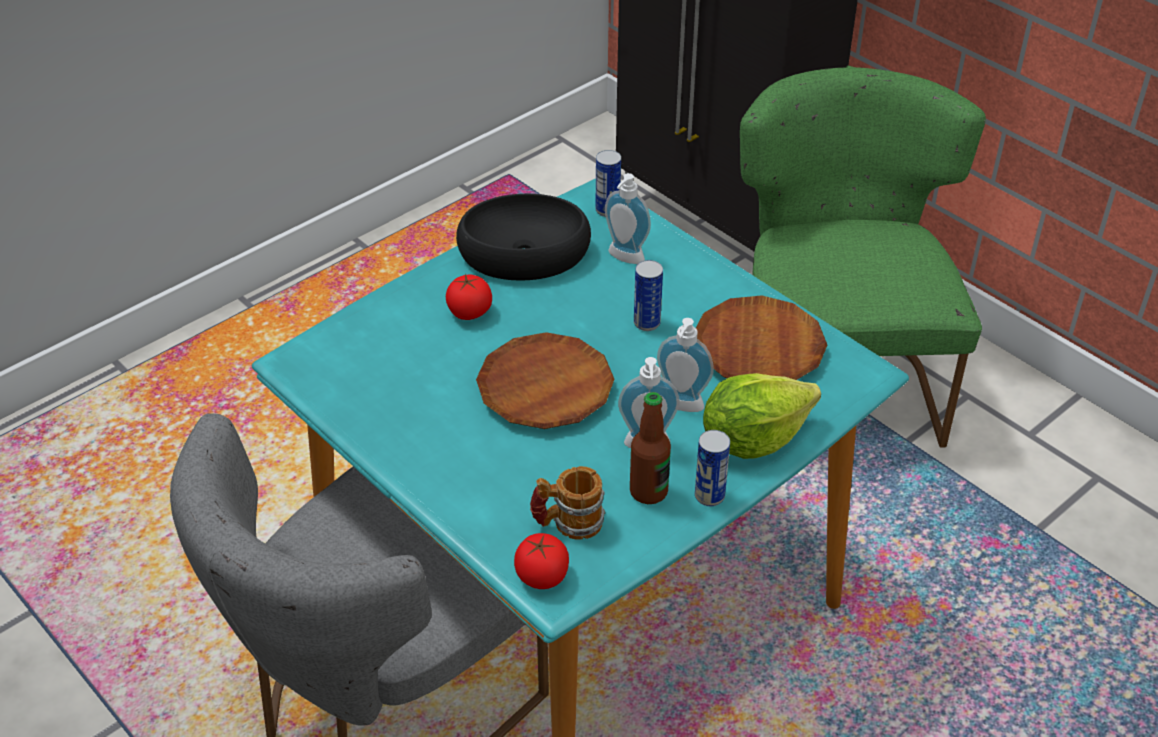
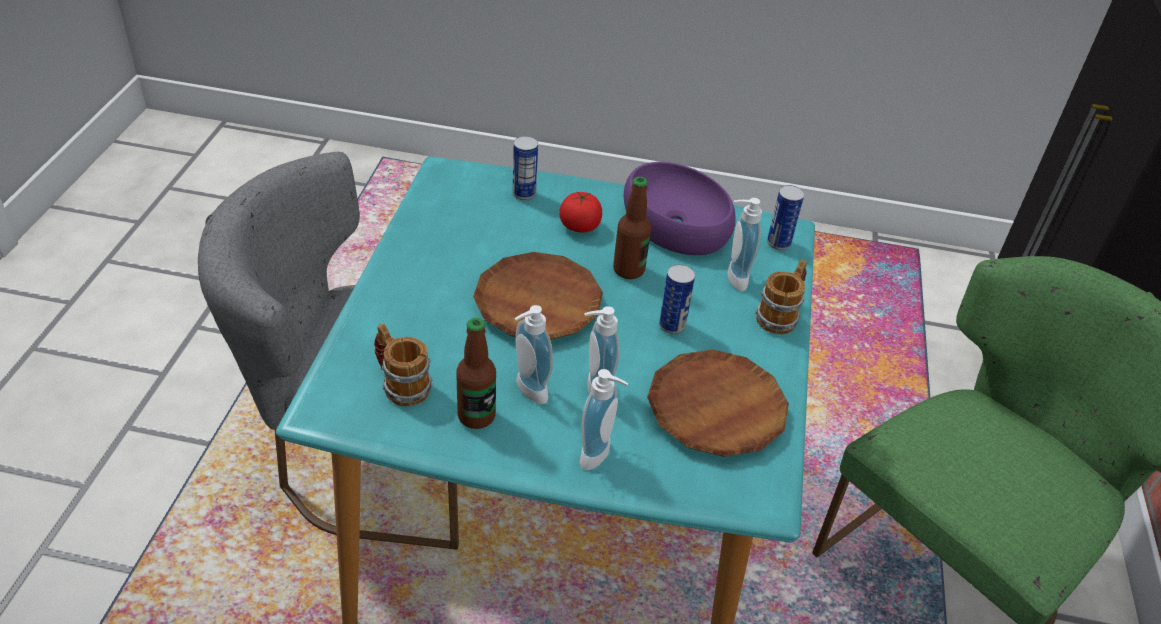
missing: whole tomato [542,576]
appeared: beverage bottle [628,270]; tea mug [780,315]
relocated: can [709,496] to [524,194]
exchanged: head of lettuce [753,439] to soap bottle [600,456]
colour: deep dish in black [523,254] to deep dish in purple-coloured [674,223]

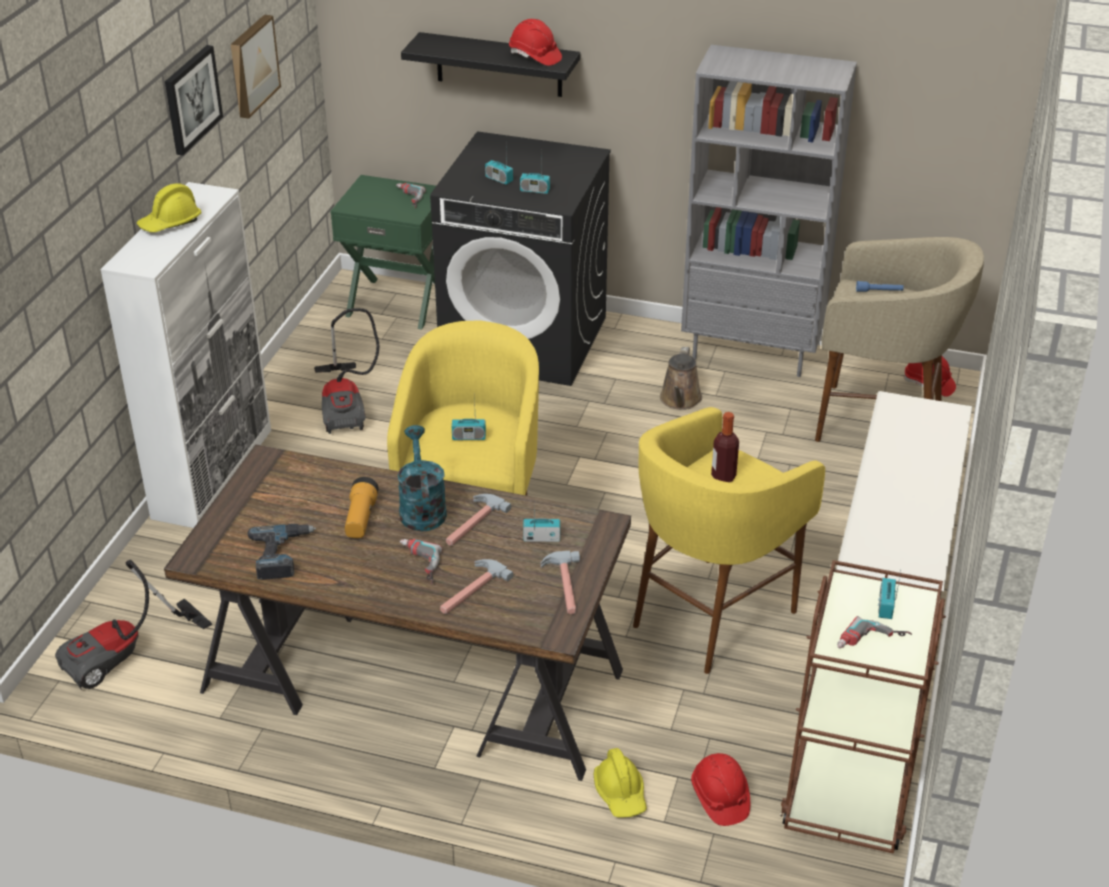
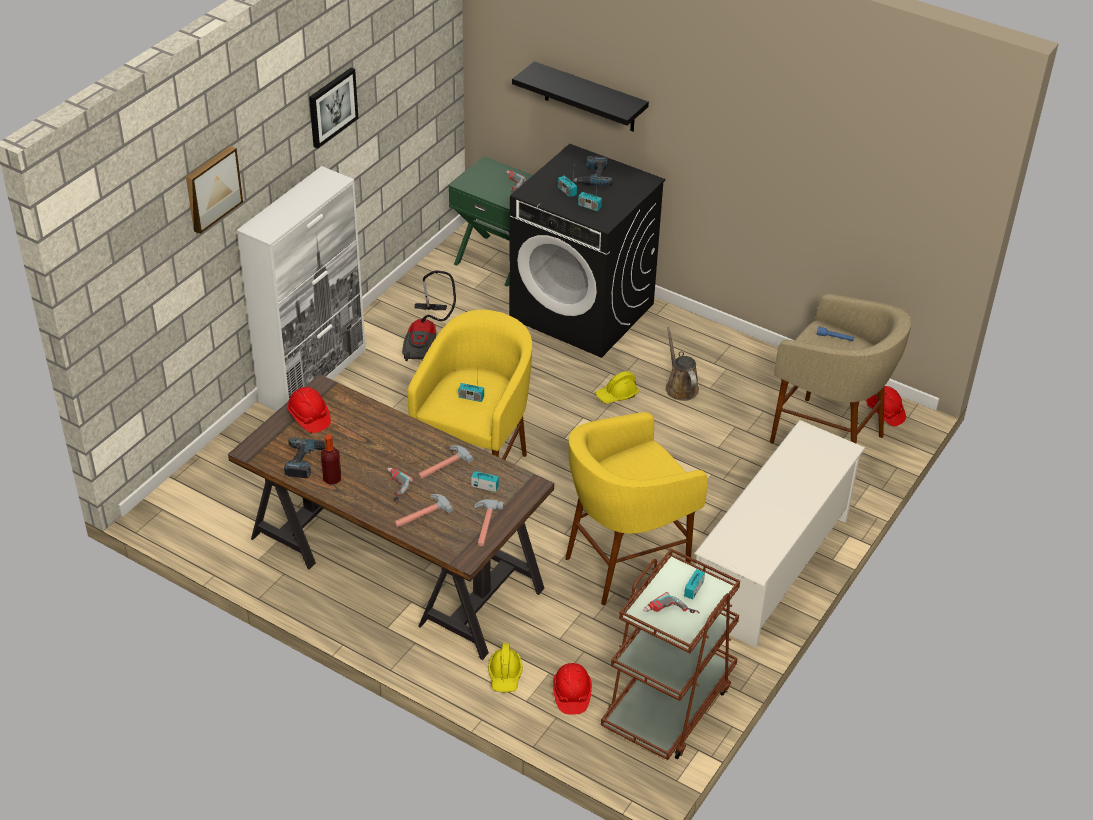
missing: hoover [126,656]; flashlight [361,518]; watering pot in turquoise [421,508]; bookshelf in greyish [752,353]
appeared: electric drill [592,176]
relocated: hard hat in yellow-coloured [170,223] to [617,395]; wall art [252,65] to [212,188]; hard hat in red [534,56] to [309,417]; beverage bottle [723,476] to [332,479]
spun: watering pot in brownish [680,400] = [680,387] 135 degrees clockwise

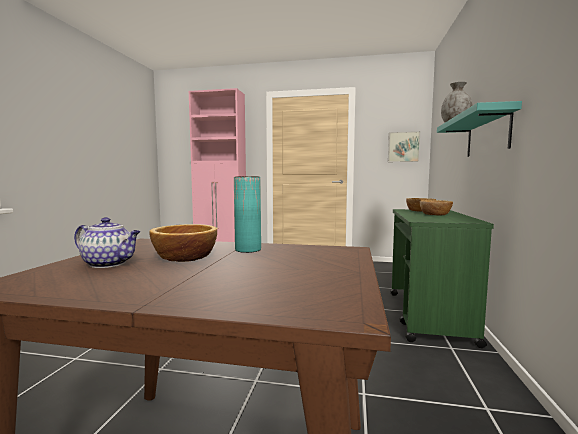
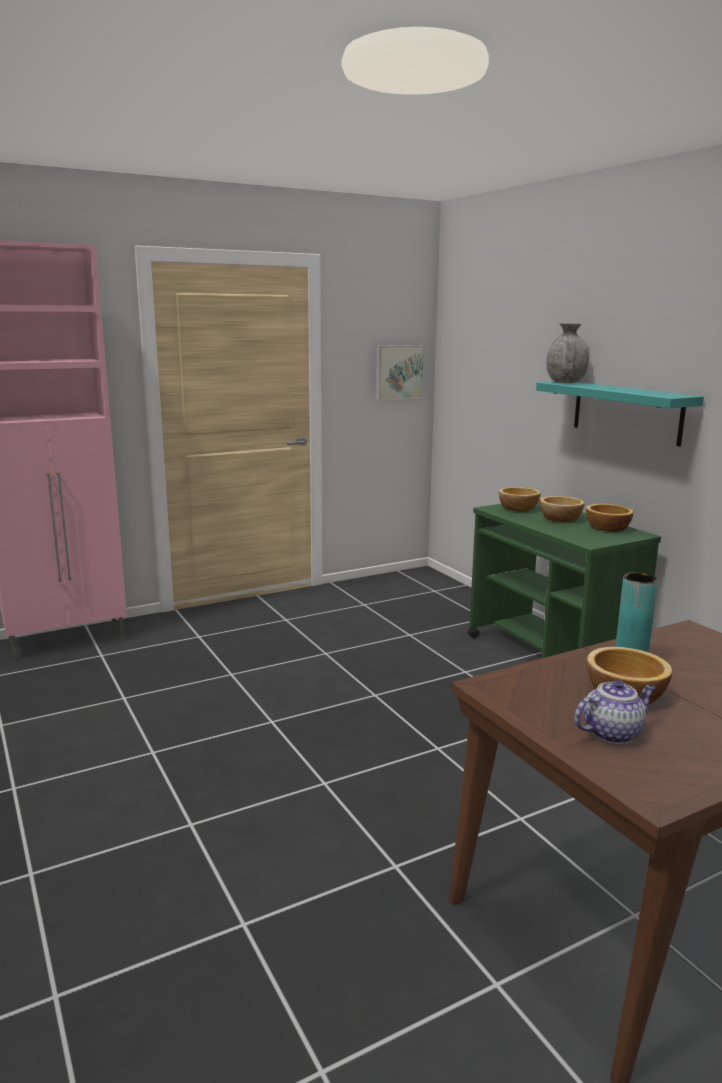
appeared: deep dish [606,528]

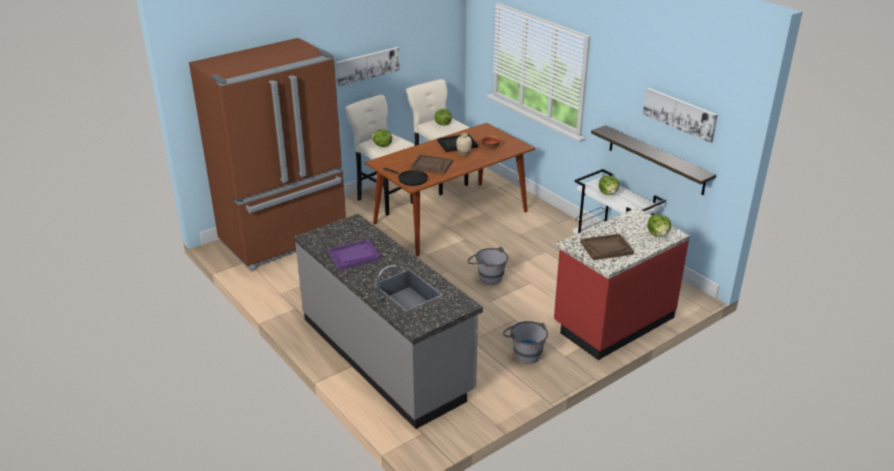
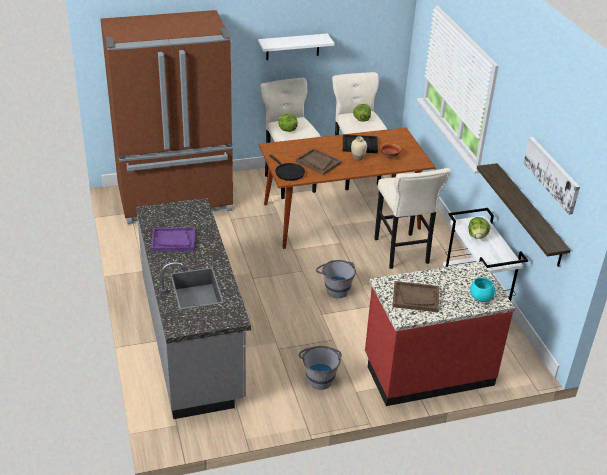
appeared: sitting stool in sand-coloured [402,253]
exchanged: wall art [367,65] to wall shelf in whitish [292,46]; head of lettuce [658,234] to deep dish in turquoise [481,297]

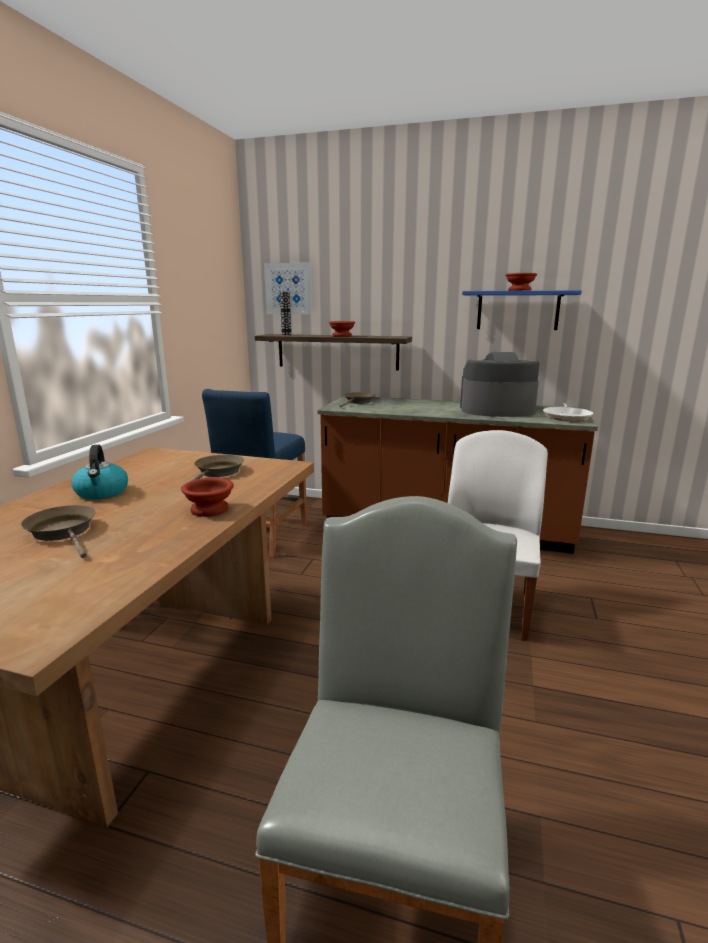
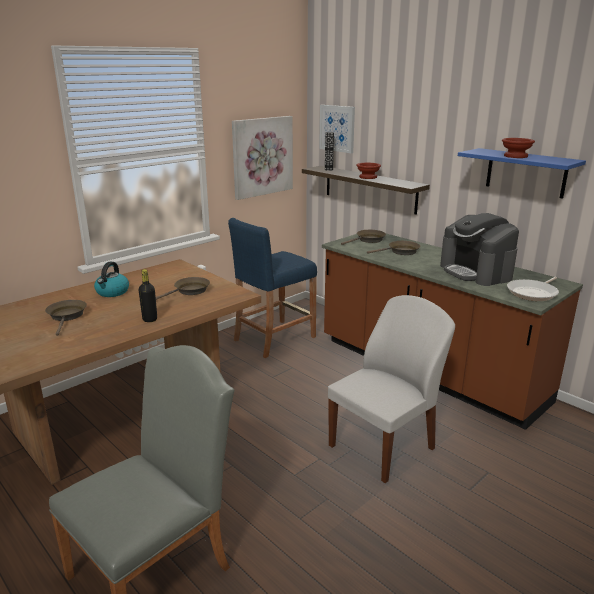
appeared: wall art [262,156]; skillet in brownish [401,252]
exchanged: deep dish in brownish [209,509] to beverage bottle in black [150,319]
spun: coffee maker [496,410] = [476,272] 150 degrees counterclockwise

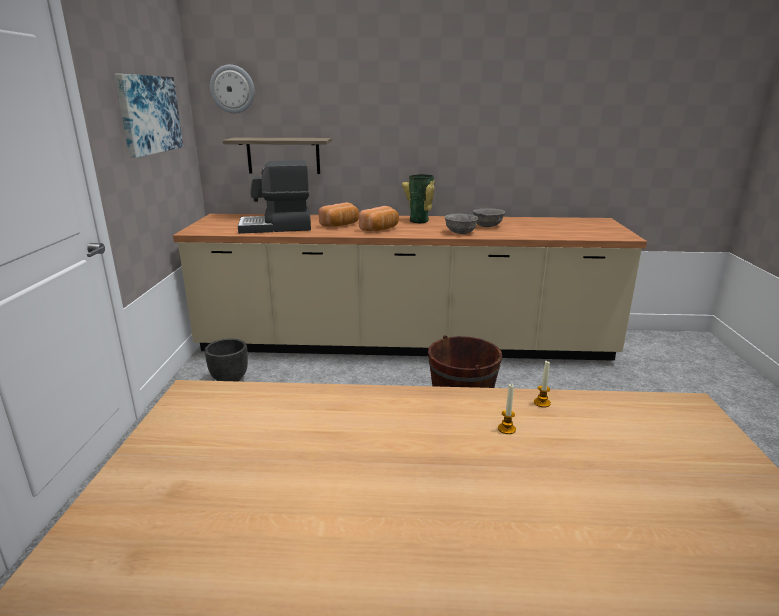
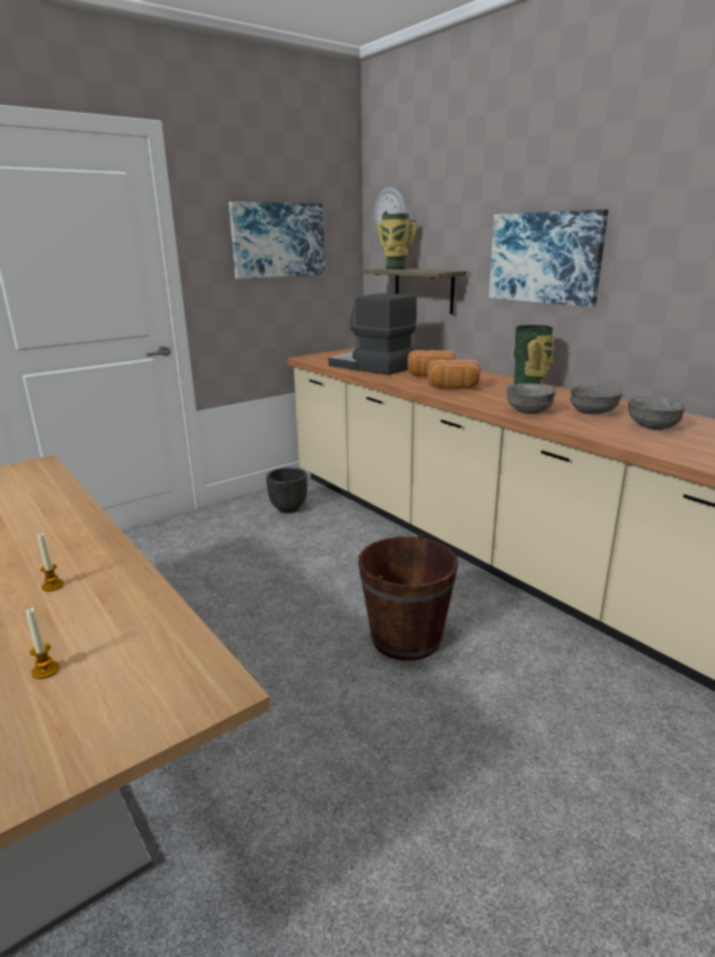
appeared: vase [394,268]; wall art [545,258]; deep dish in greyish [652,426]
relocated: wax light [542,403] to [45,670]

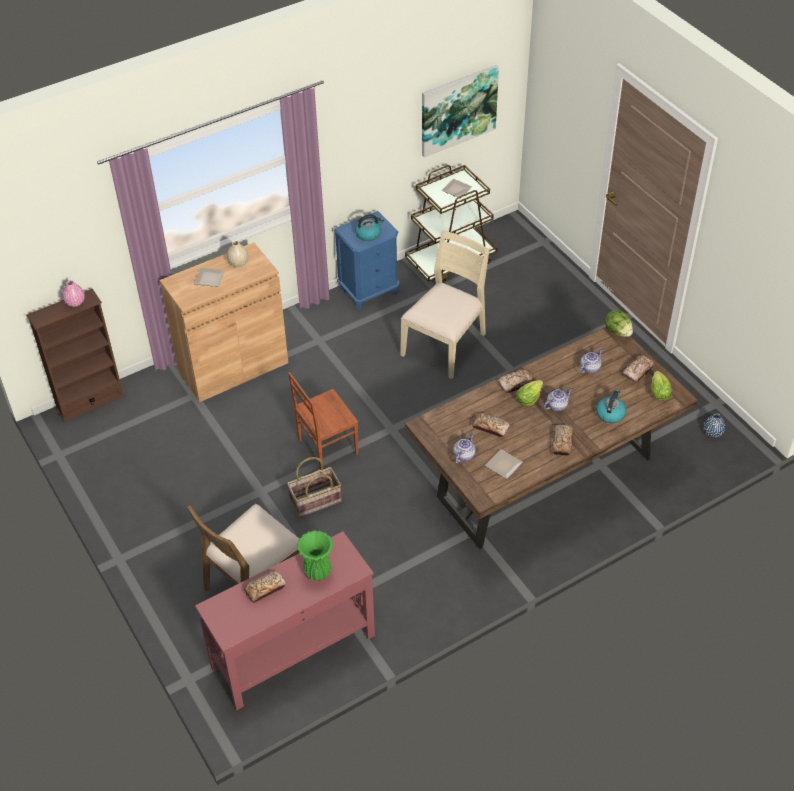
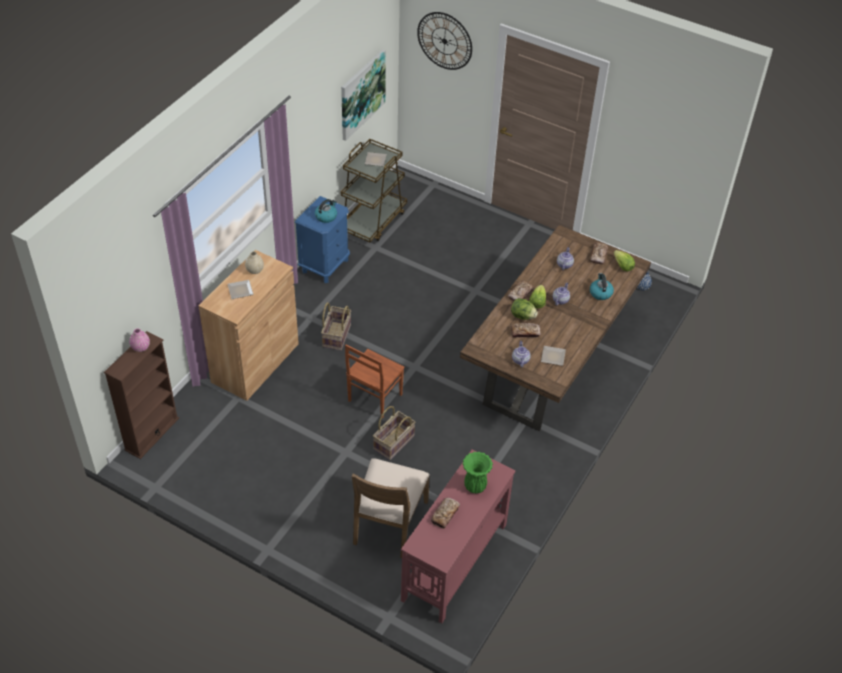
missing: plain chair in sand-coloured [445,345]; bread [562,442]
appeared: household basket [336,336]; clock on the wall [444,41]
relocated: head of lettuce [618,332] to [522,316]

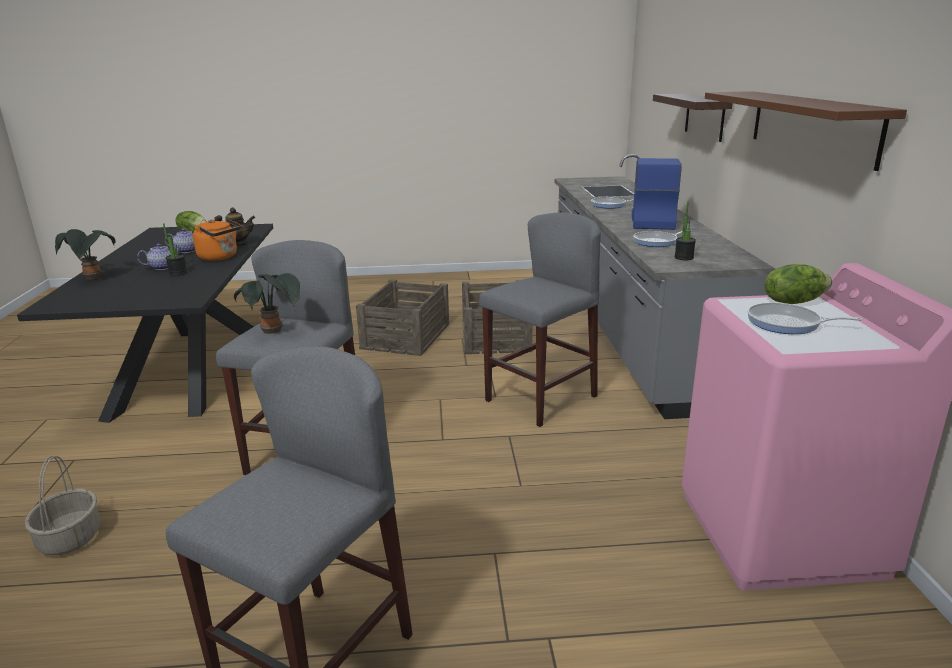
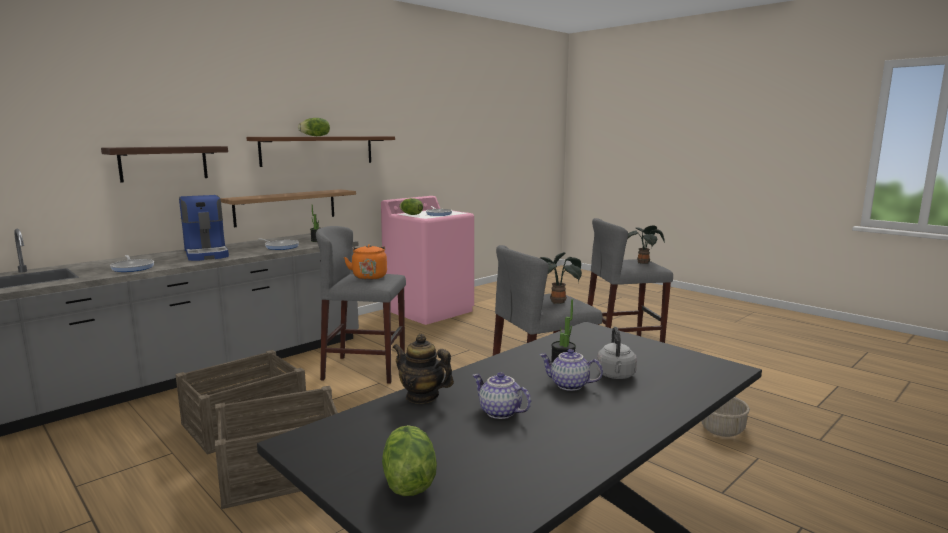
appeared: wall shelf [286,207]; head of lettuce [315,136]; water kettle in greyish [616,376]
relocated: potted plant [93,278] to [643,262]; water kettle in orange [220,257] to [369,276]
spun: coffee maker [651,221] = [207,253] 90 degrees counterclockwise

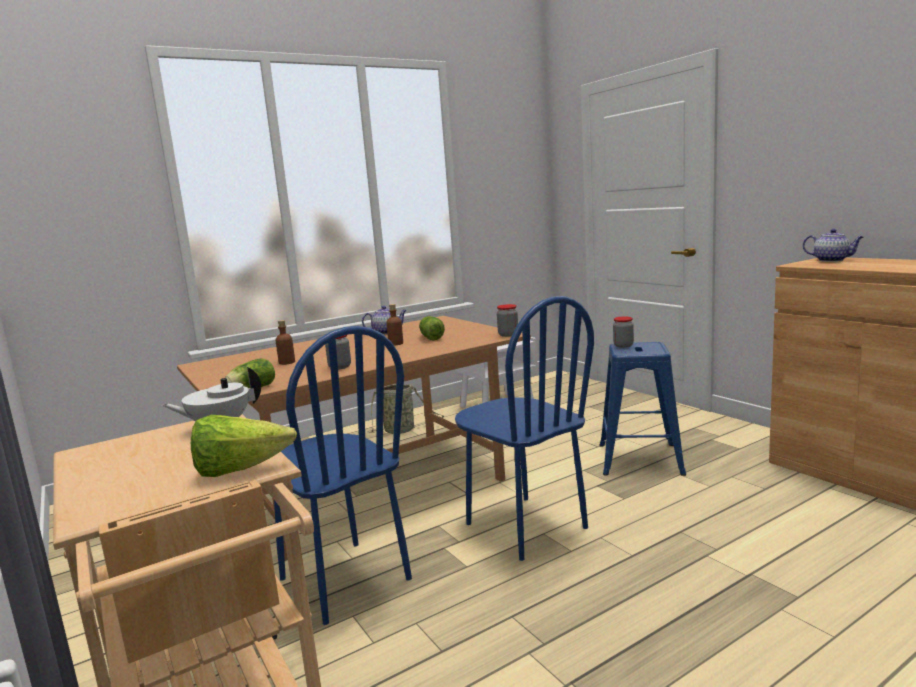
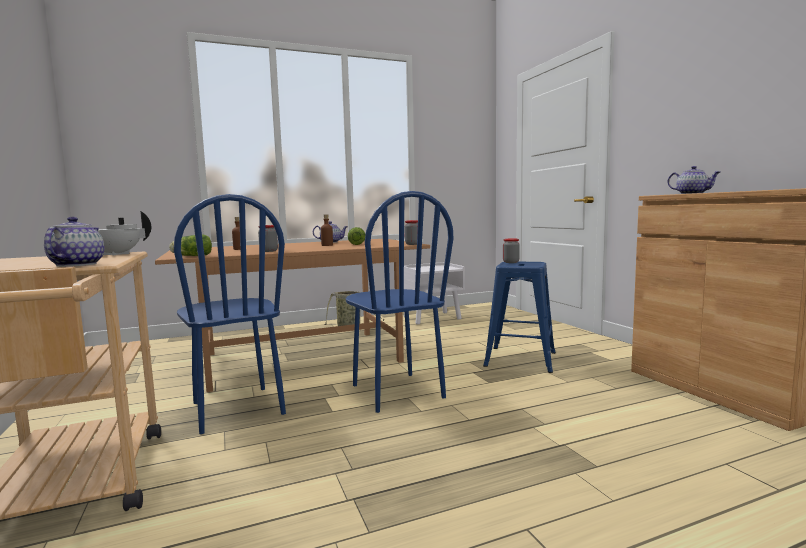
exchanged: head of lettuce [240,470] to tea pot [77,265]

